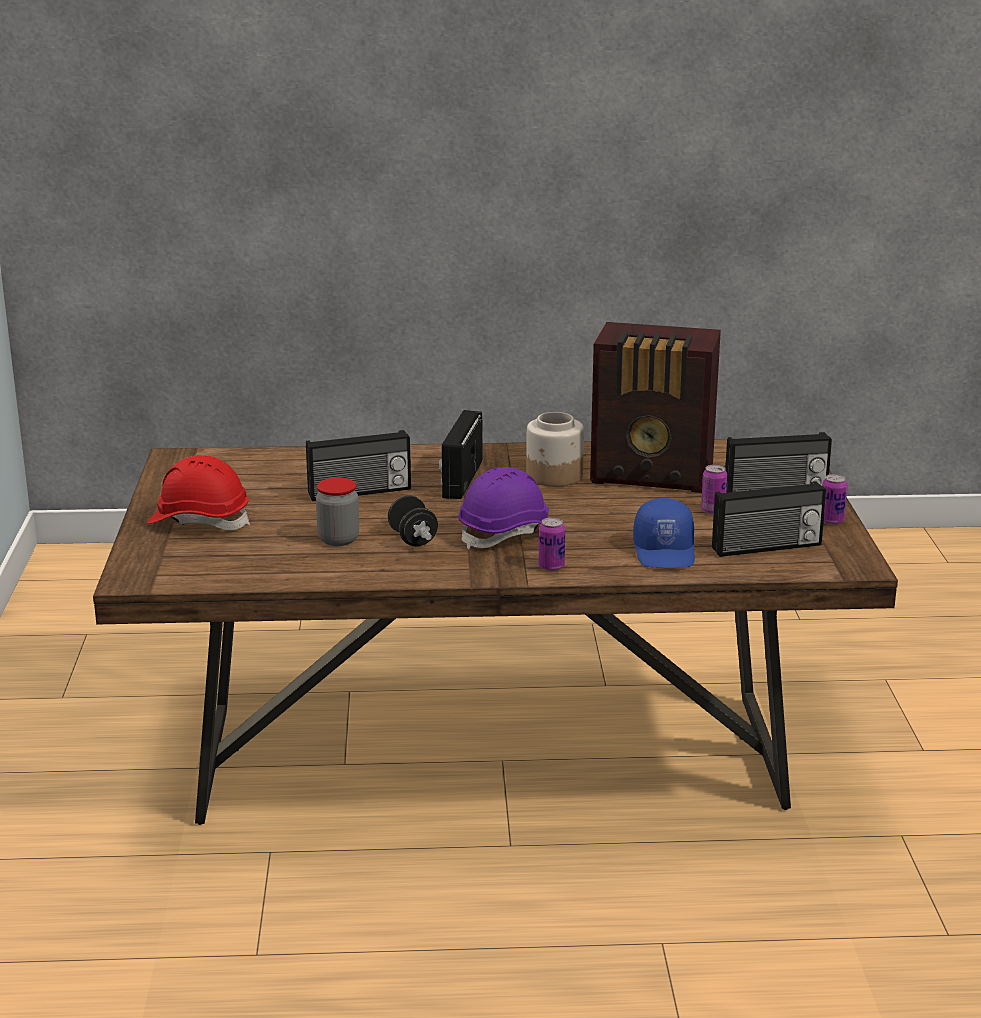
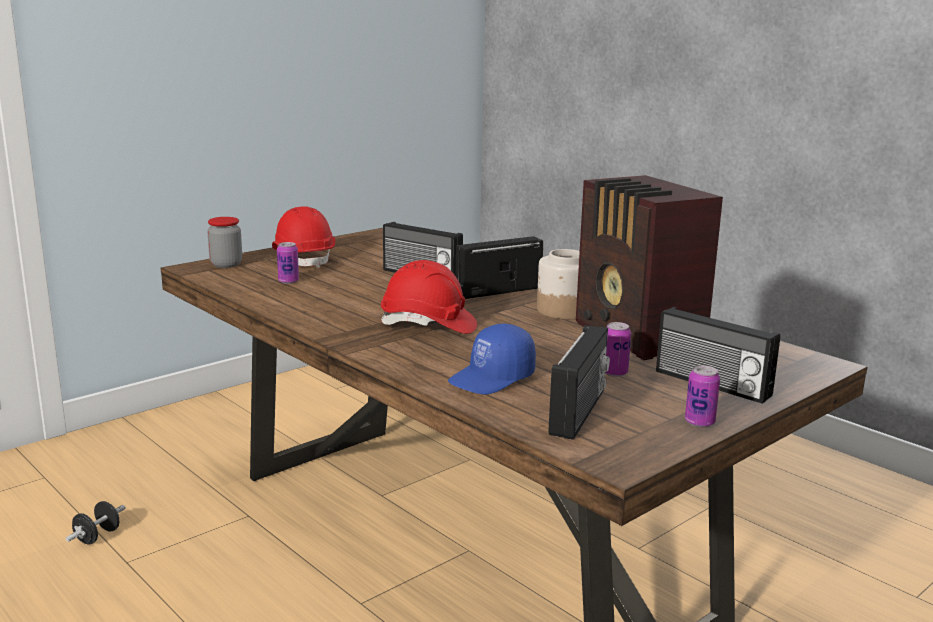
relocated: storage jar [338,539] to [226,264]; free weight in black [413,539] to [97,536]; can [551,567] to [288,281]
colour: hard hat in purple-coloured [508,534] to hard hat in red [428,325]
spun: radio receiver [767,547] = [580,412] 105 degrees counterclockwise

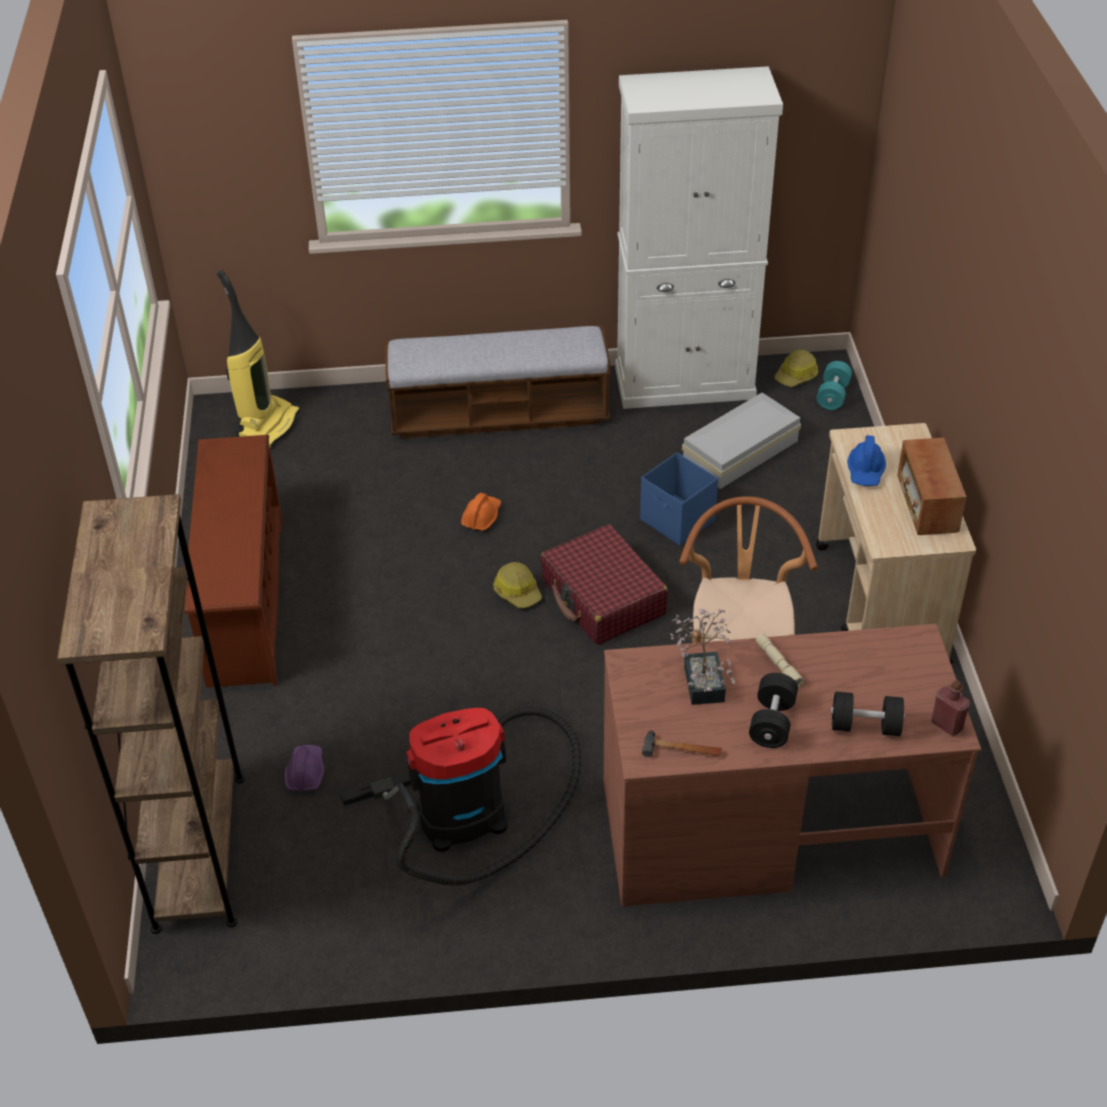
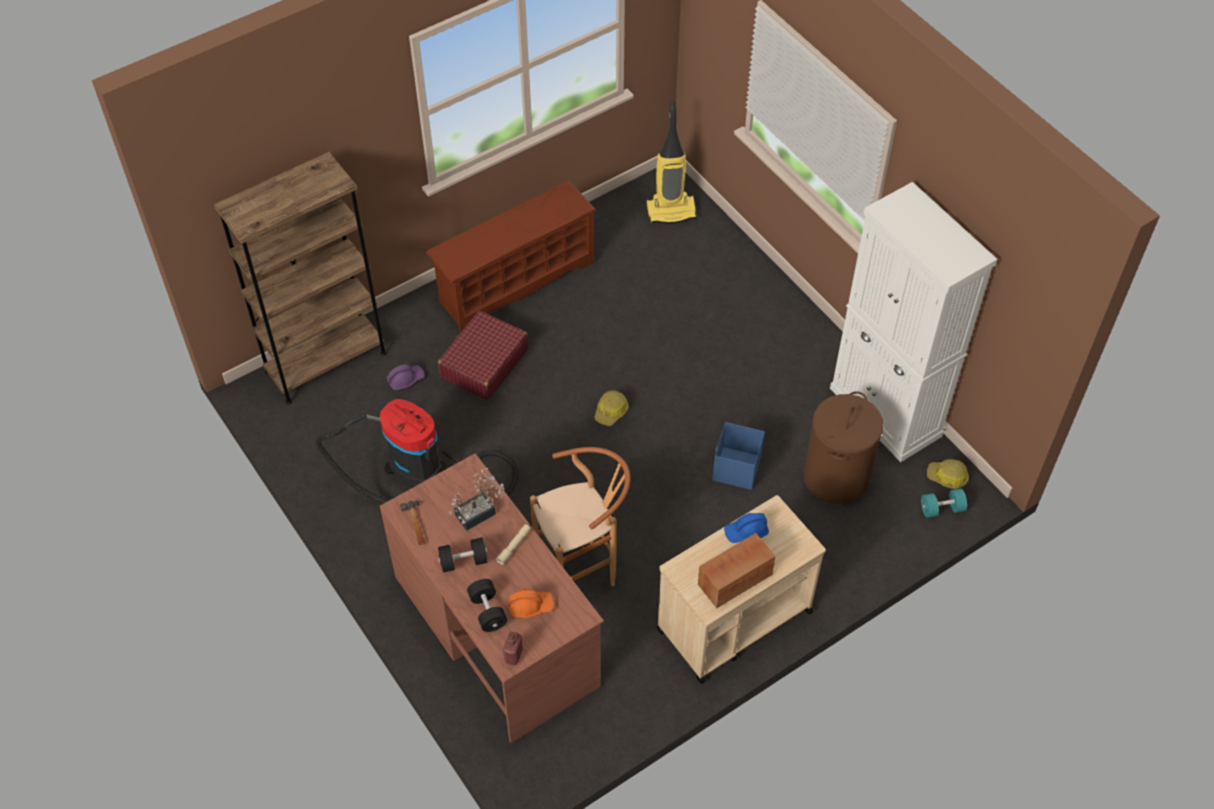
missing: bench [499,414]
relocated: hard hat in orange [481,517] to [530,606]; piece of luggage in red [603,598] to [483,363]
exchanged: storage box in whitish [742,451] to washing basket in brownish [836,477]

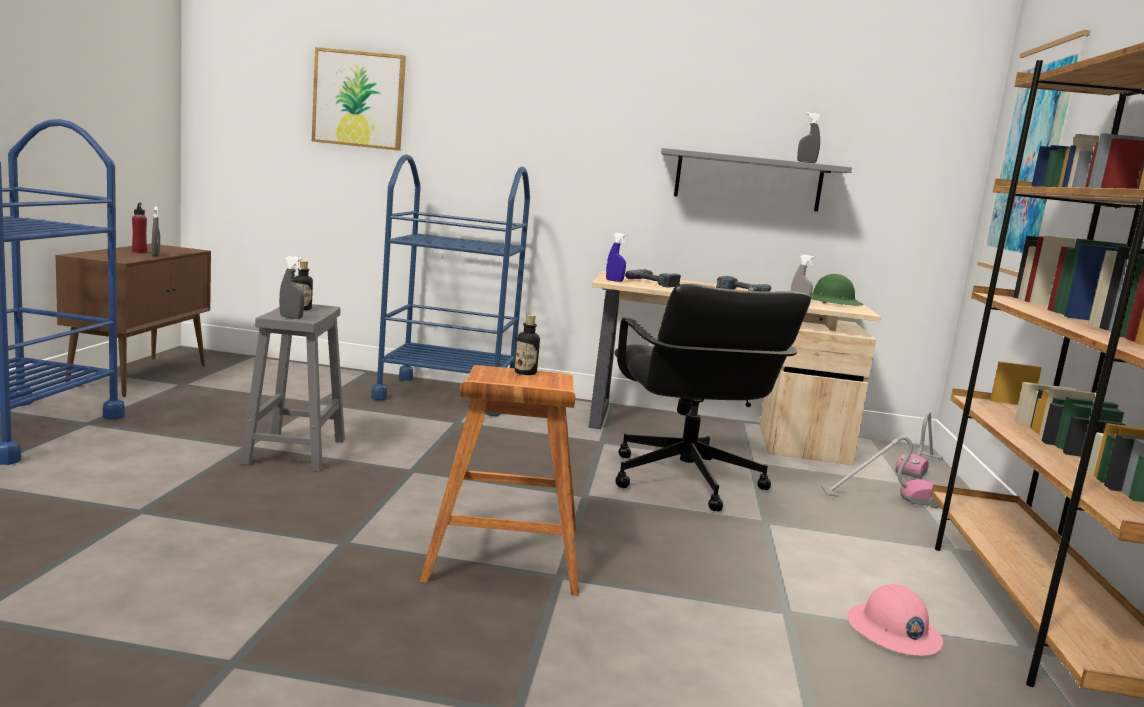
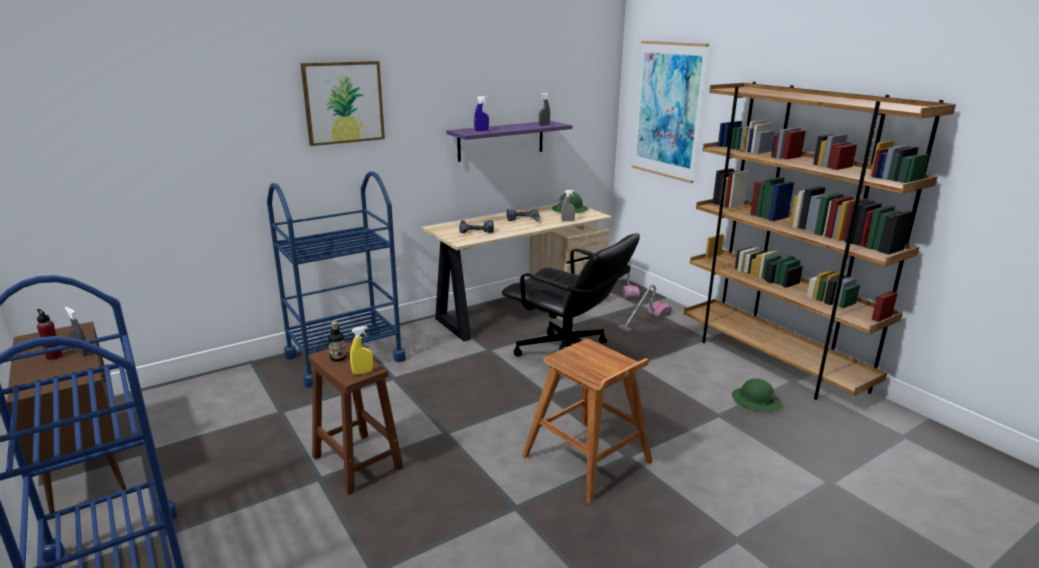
missing: beverage bottle [525,373]
relocated: wall art [359,99] to [343,102]; hand sprayer in blue-coloured [614,281] to [481,131]
colour: sitting stool in greyish [295,451] to sitting stool in brownish [356,461]; hand sprayer in greyish [291,317] to hand sprayer in yellow-coloured [362,372]; wall shelf in greyish [748,181] to wall shelf in purple-coloured [501,140]; hard hat in pink-coloured [893,632] to hard hat in greenish [756,401]

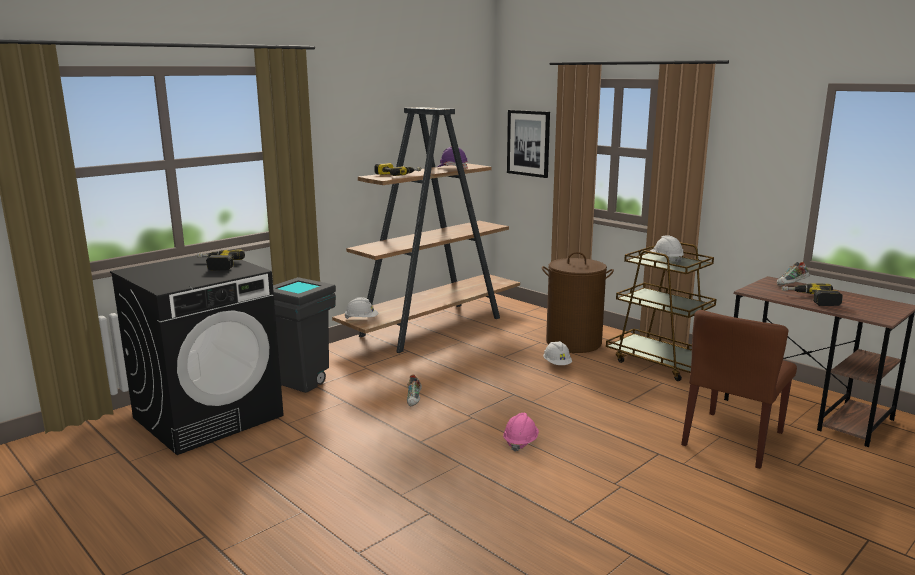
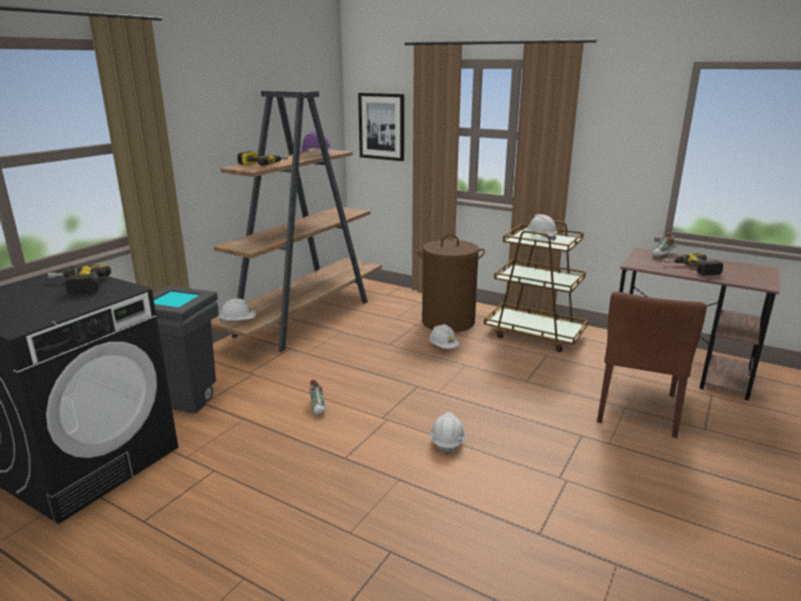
colour: hard hat in pink-coloured [520,442] to hard hat in whitish [447,442]

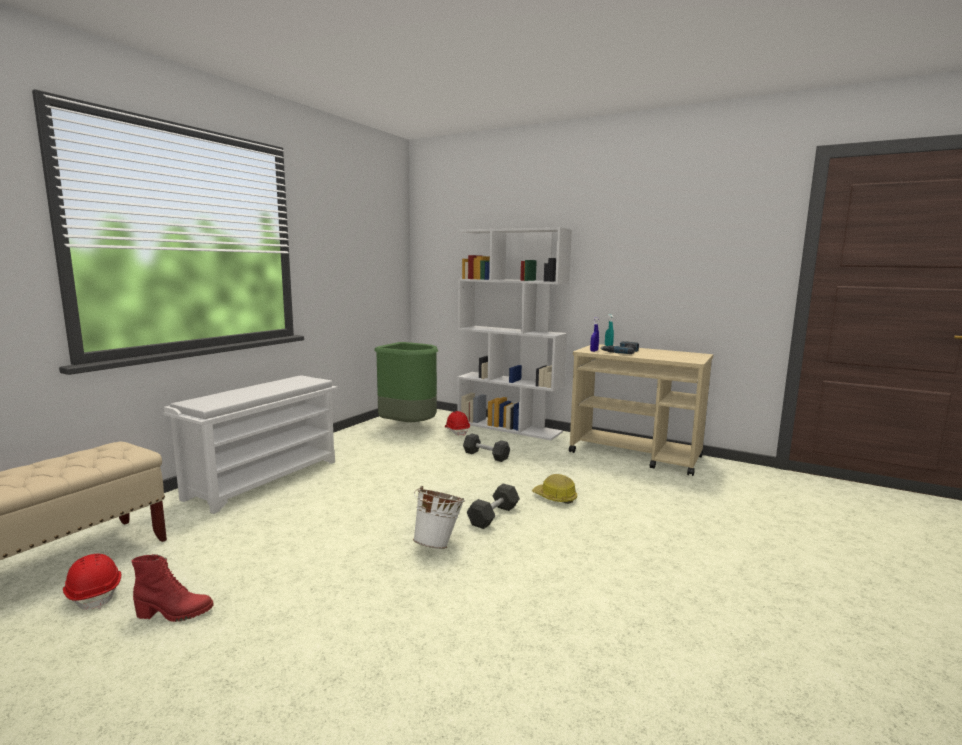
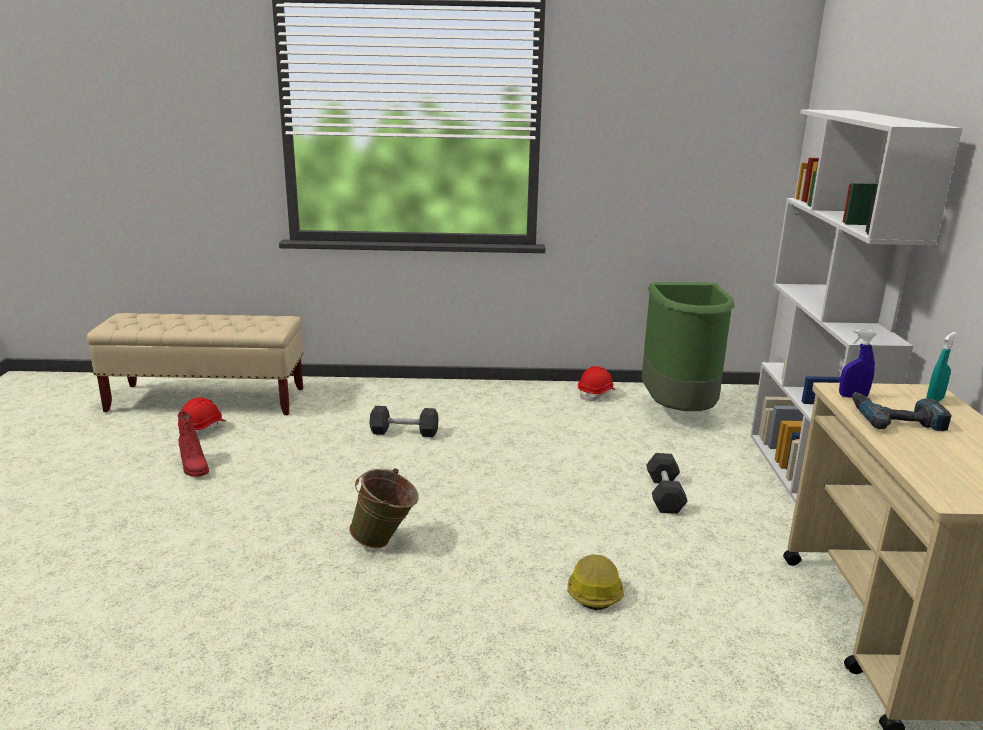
missing: shoe stand in whitish [265,479]
relocated: hard hat in red [457,431] to [596,394]; free weight in black [493,516] to [404,432]
colour: bucket in whitish [438,544] to bucket in greenish [385,542]

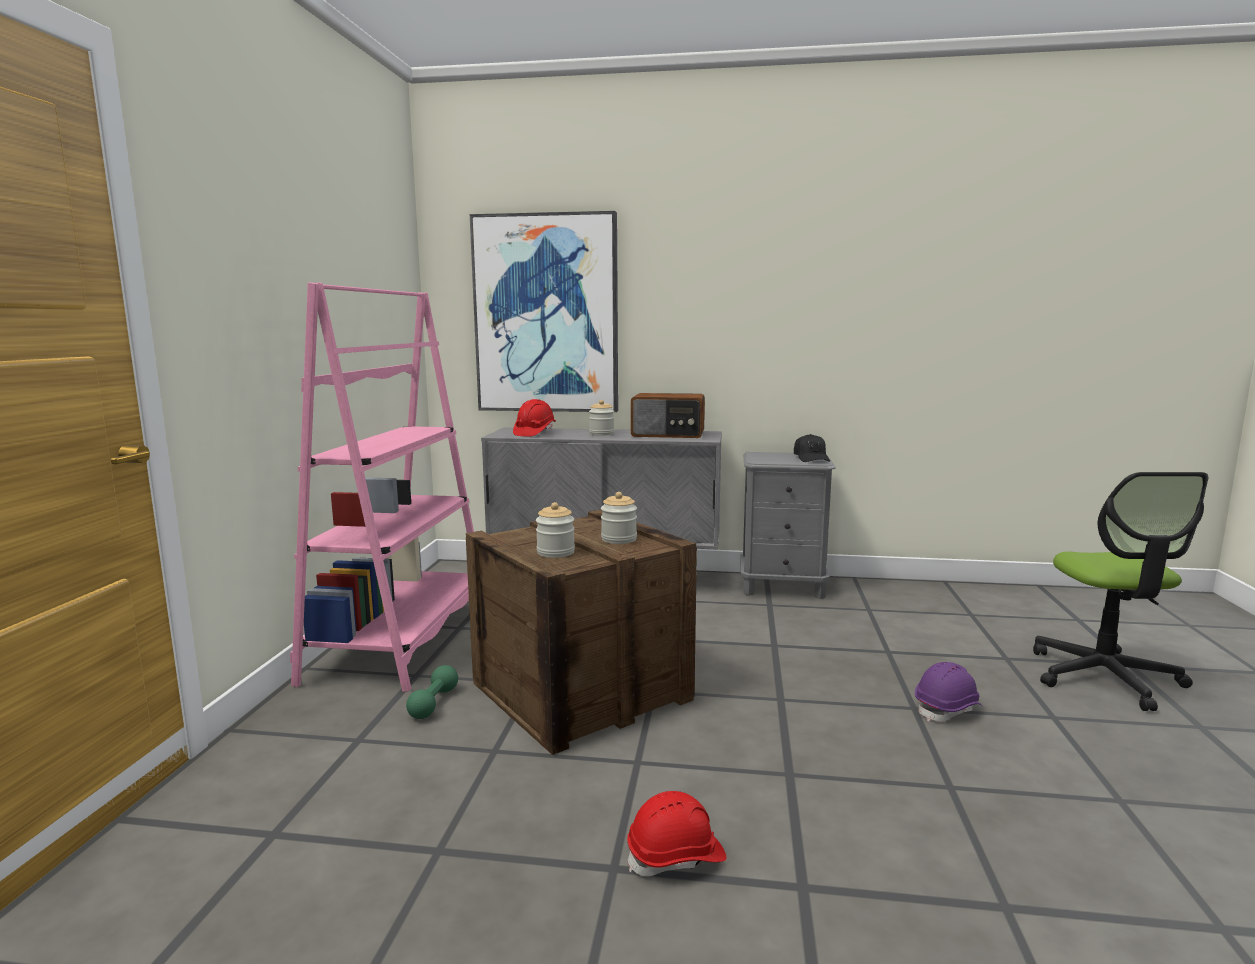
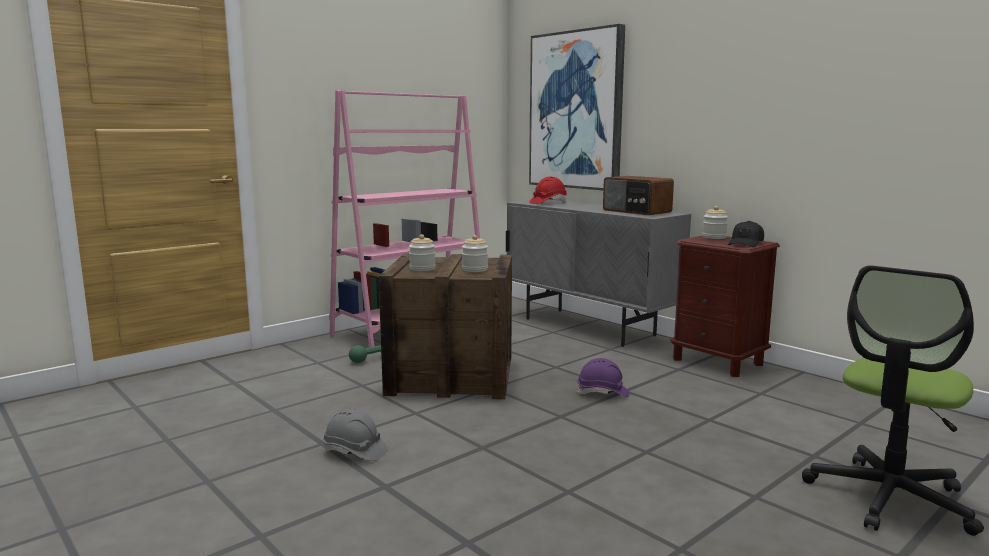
relocated: storage jar [601,434] to [714,237]; hard hat in purple-coloured [948,709] to [603,393]
colour: hard hat in red [676,857] to hard hat in greyish [355,451]; bedside table in greyish [782,586] to bedside table in brownish [717,362]

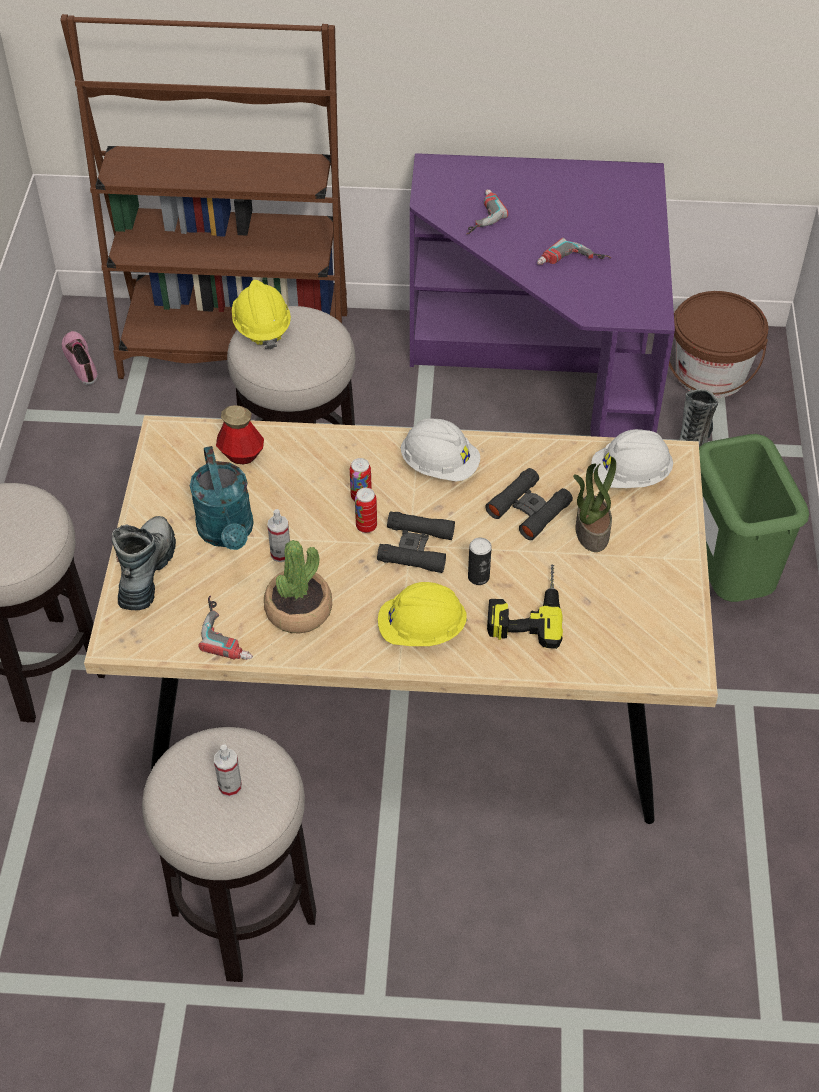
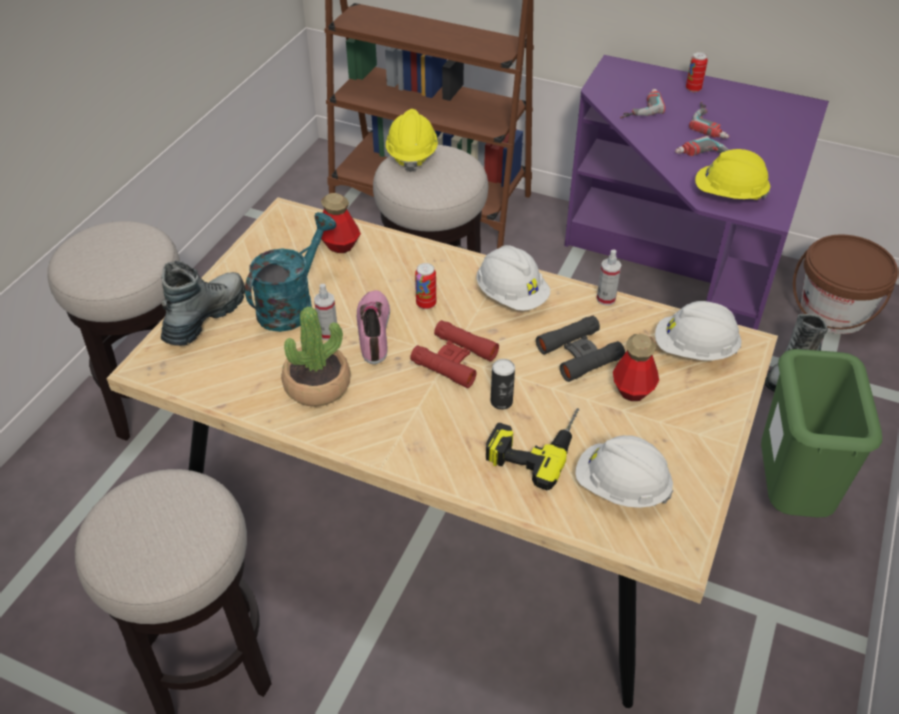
appeared: hard hat in whitish [621,487]
relocated: item of footwear [81,361] to [375,330]; electric drill [230,632] to [712,124]; hand sprayer [230,786] to [606,299]; can [366,526] to [693,89]; hard hat in yellow-coloured [421,630] to [729,195]
exchanged: potted plant [591,531] to beverage bottle [633,389]
colour: binoculars in black [416,547] to binoculars in red [454,359]
spun: watering pot in turquoise [228,533] = [292,304] 150 degrees counterclockwise

